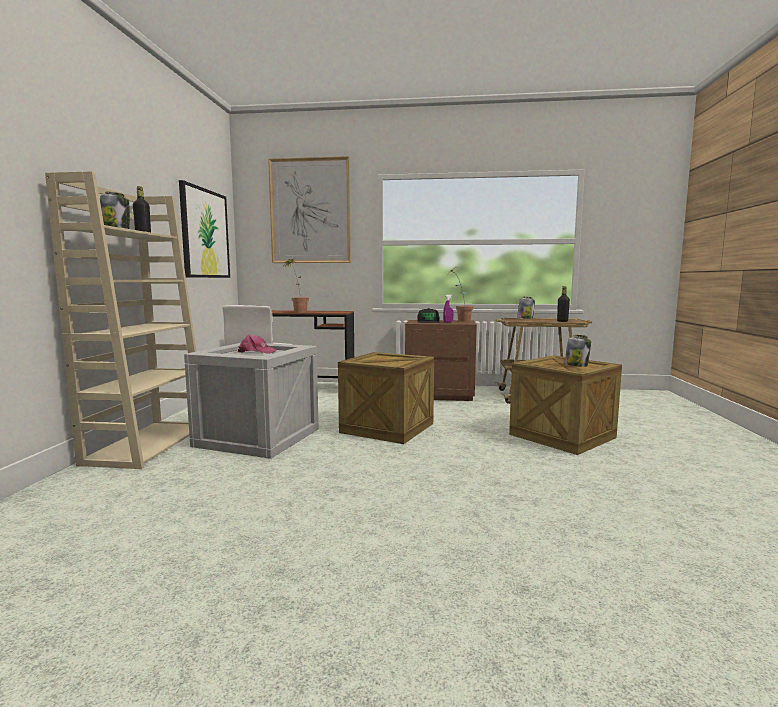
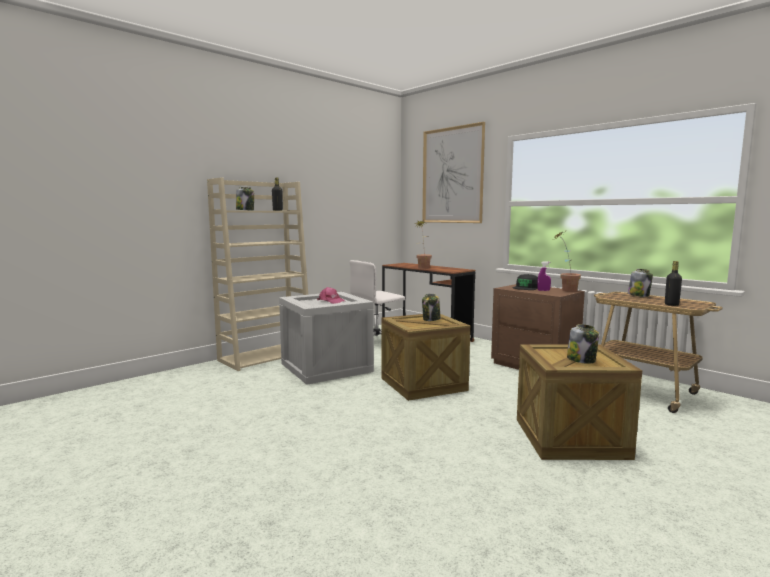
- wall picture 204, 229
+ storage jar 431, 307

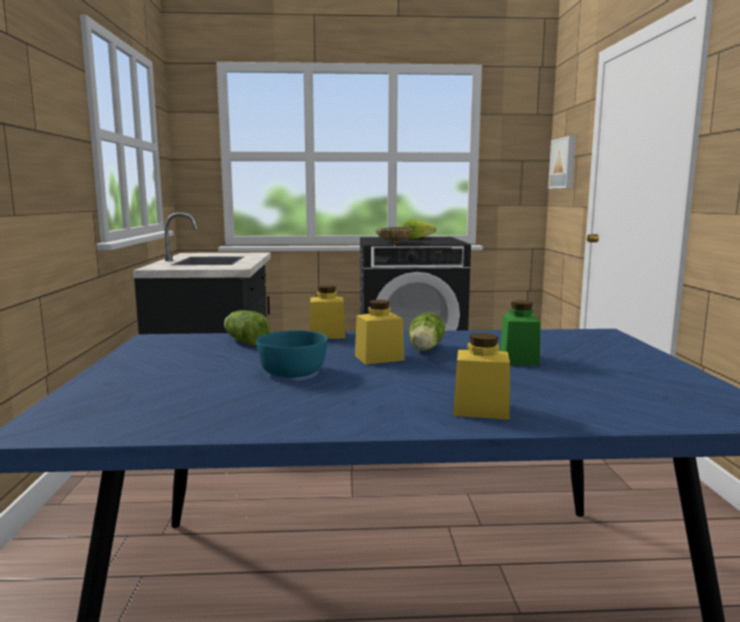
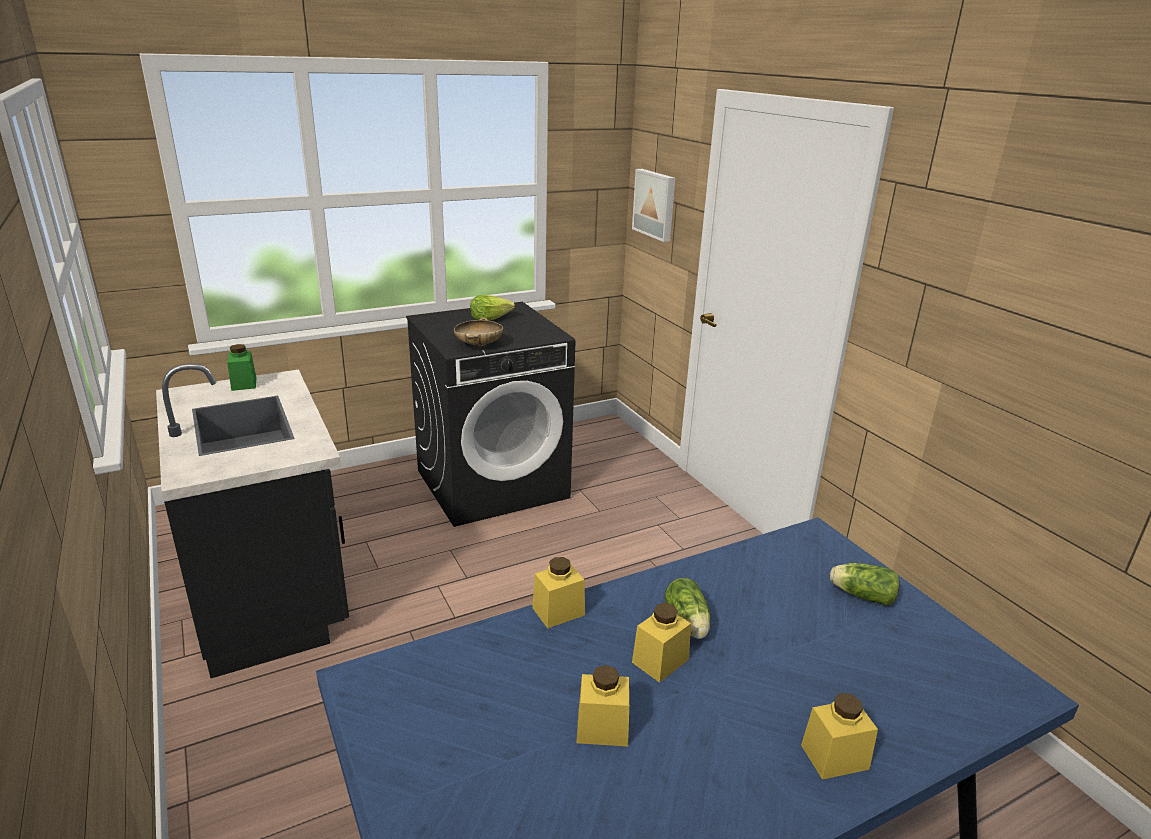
~ lettuce head 247, 328 to 865, 584
~ green-coloured storage jar 520, 333 to 241, 367
~ turquoise-coloured deep dish 292, 354 to yellow-coloured storage jar 603, 706

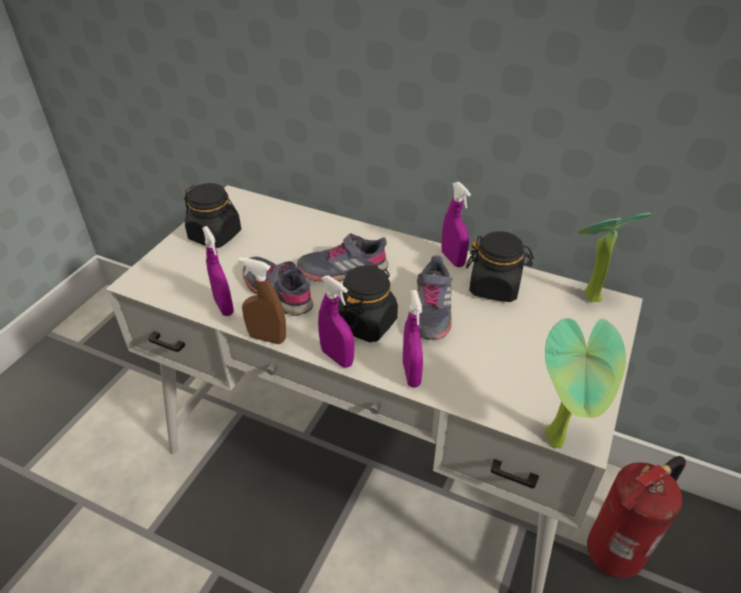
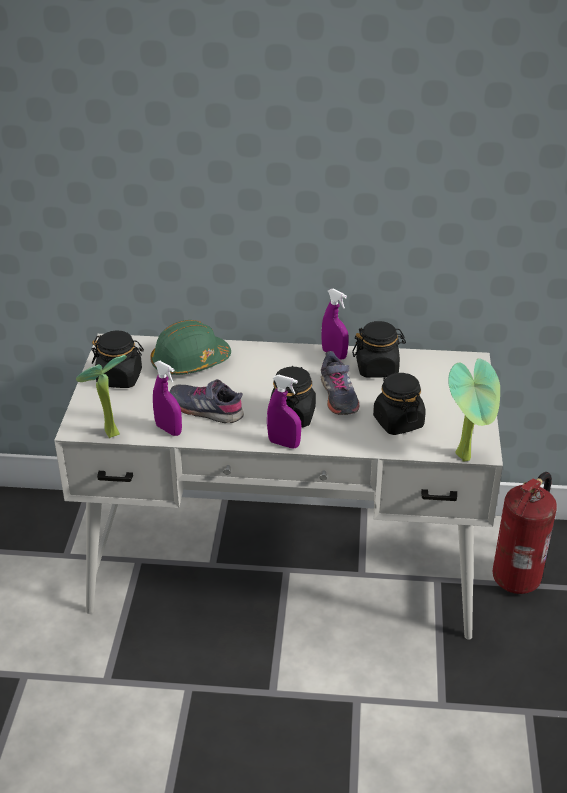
- brown-coloured hand sprayer 262, 300
- gray item of footwear 342, 257
- purple-coloured hand sprayer 413, 339
+ green-coloured hard hat 190, 347
+ black-coloured storage jar 399, 403
~ houseplant 614, 258 to 101, 396

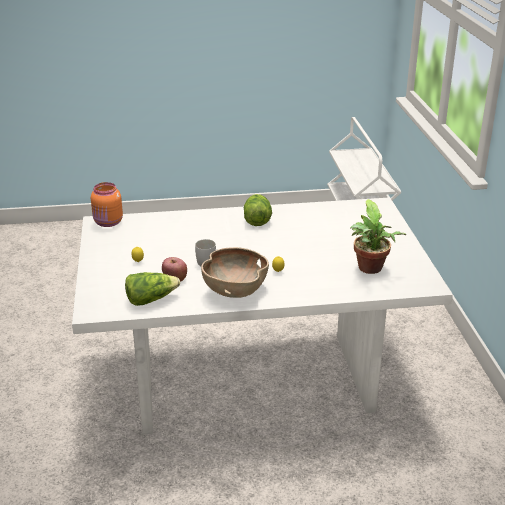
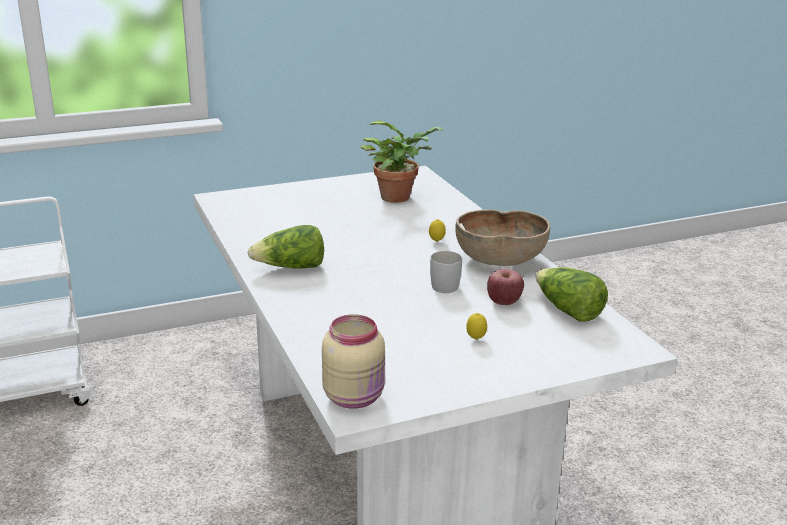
~ orange-coloured storage jar 107, 204 to beige storage jar 353, 361

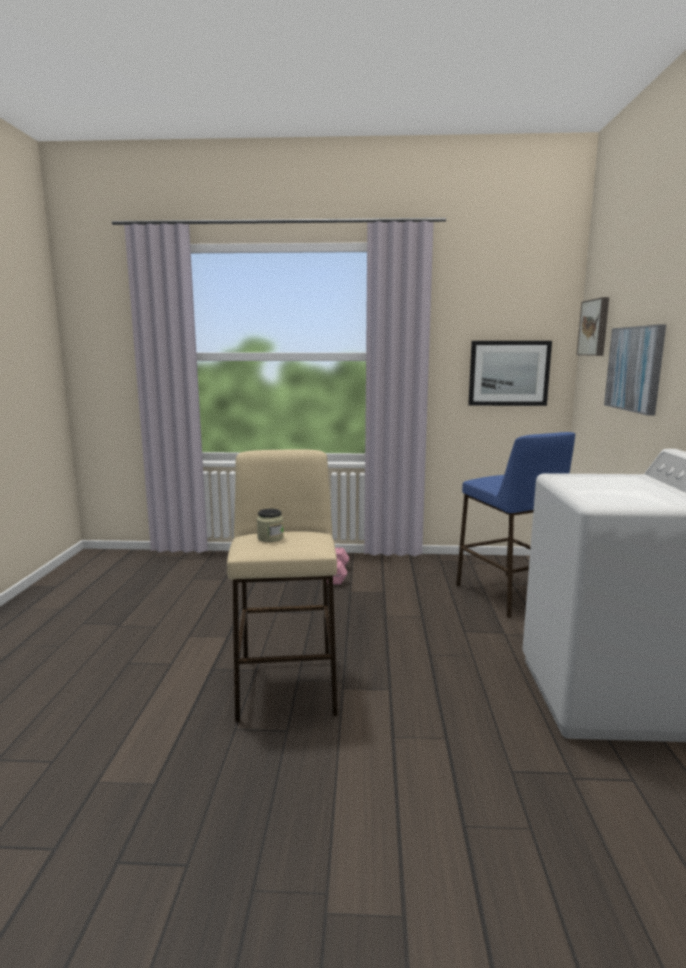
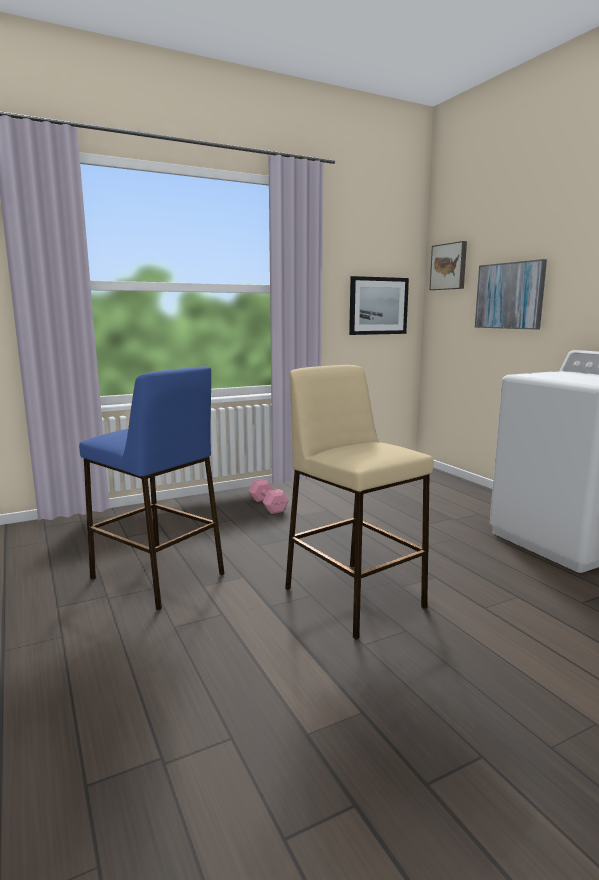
- storage jar 270, 525
~ blue-coloured stool seat 515, 525 to 151, 488

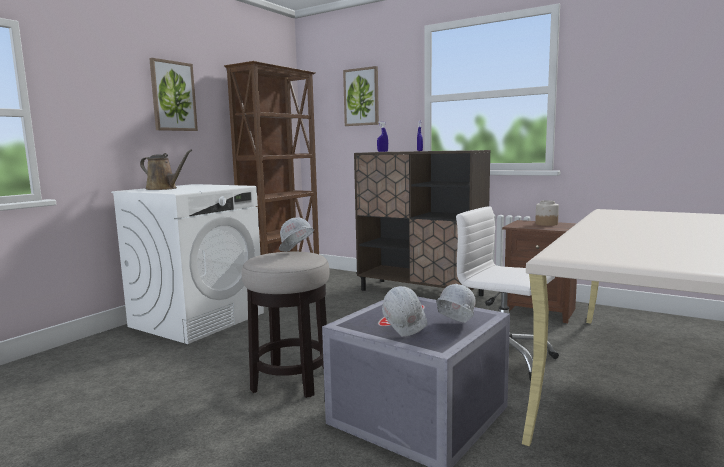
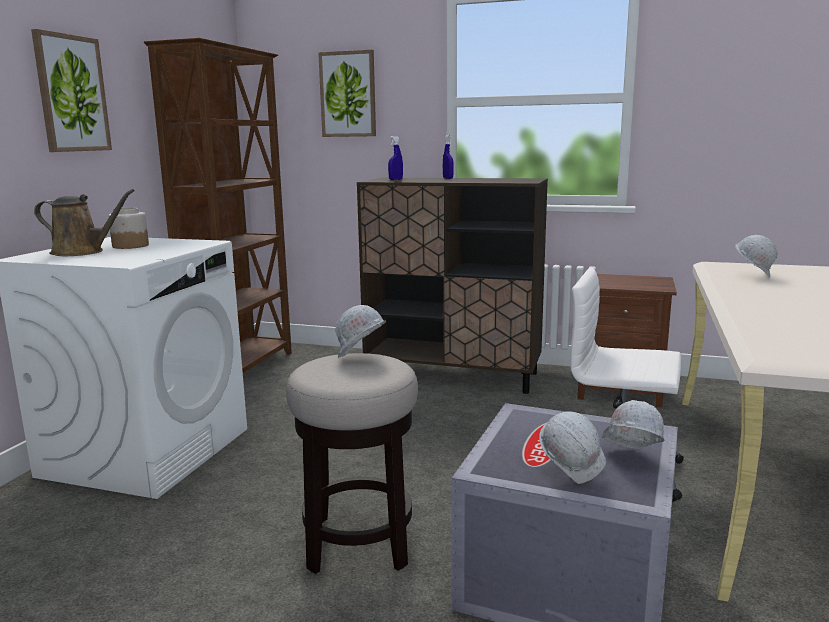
+ white hard hat 756, 256
~ storage jar 547, 213 to 128, 228

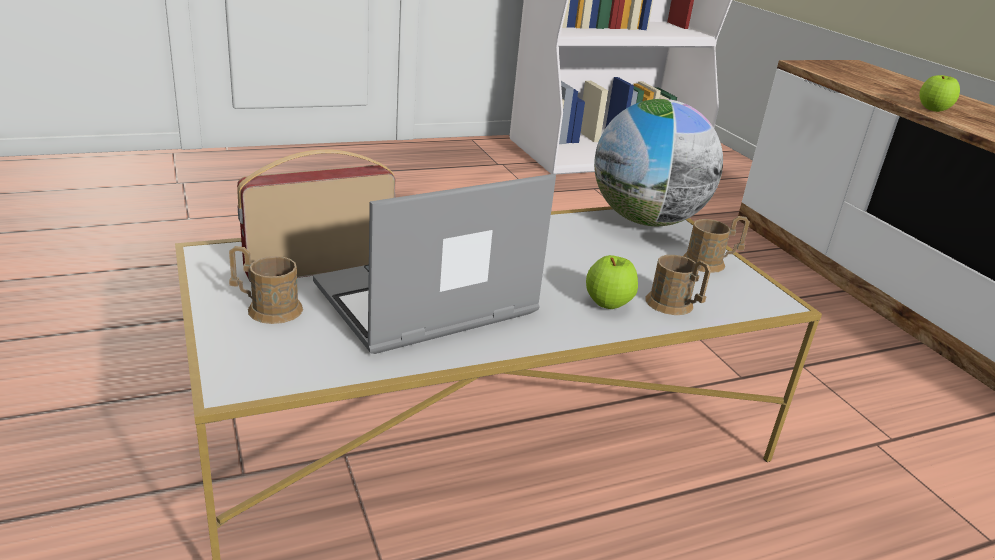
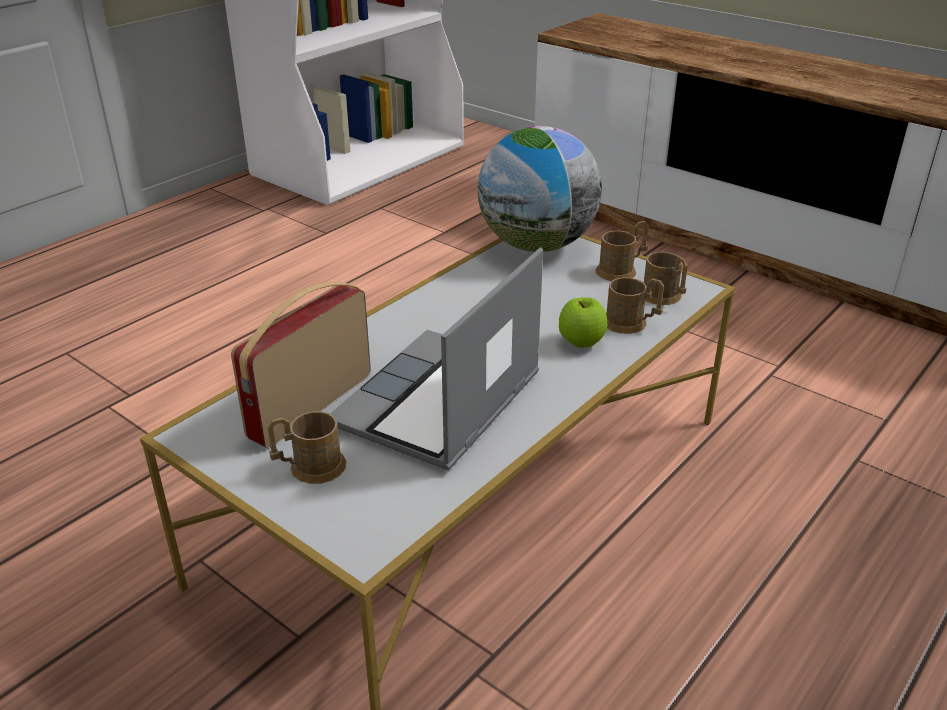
- whole apple 939, 93
+ brown-coloured tea mug 666, 278

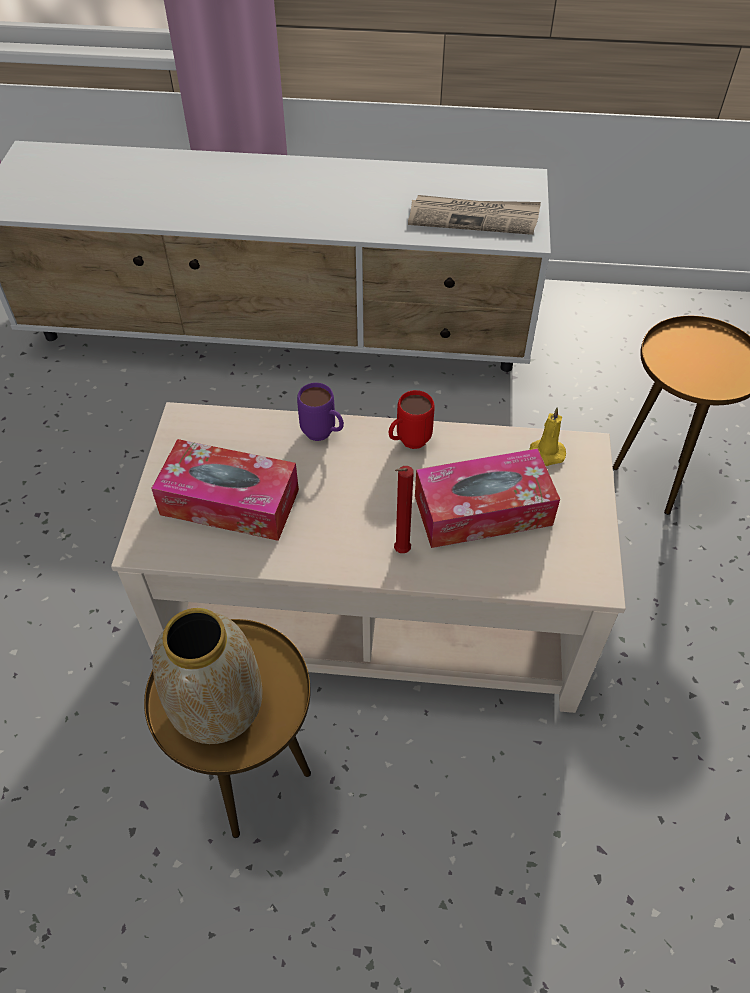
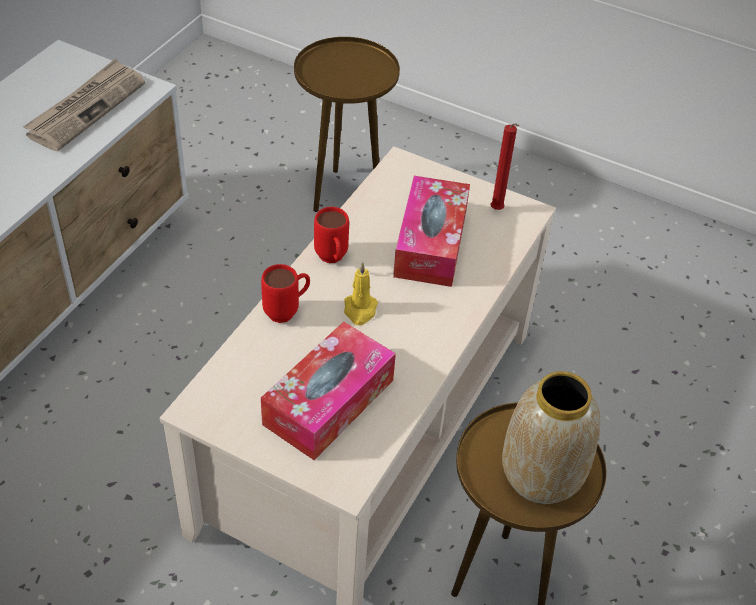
~ red candle 404, 509 to 504, 167
~ yellow-coloured candle 547, 436 to 361, 293
~ purple-coloured tea mug 320, 412 to red tea mug 285, 293

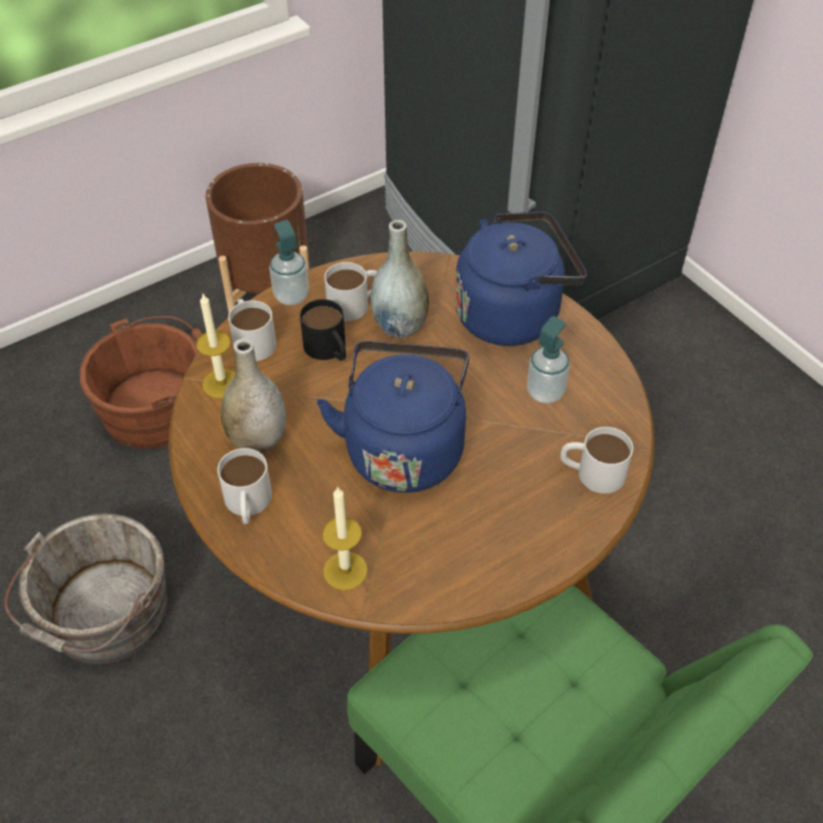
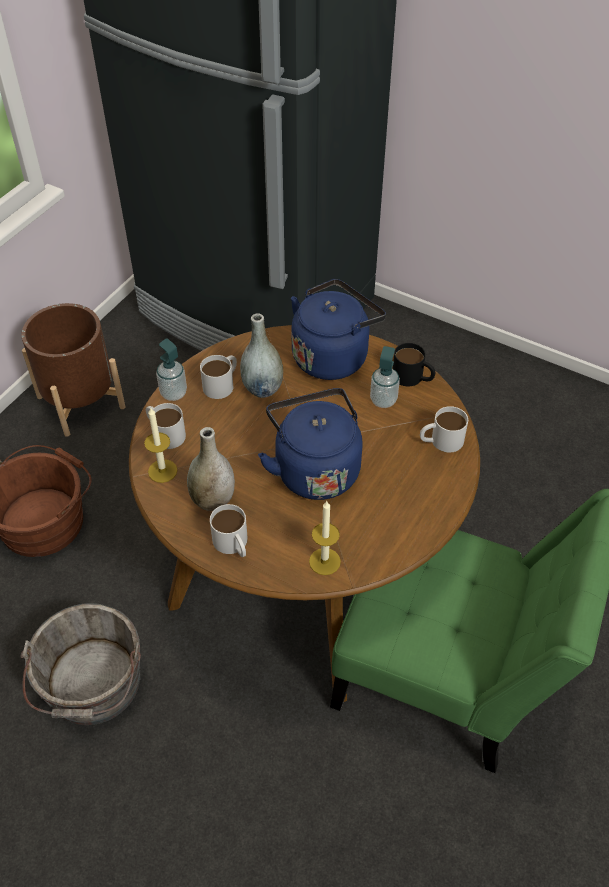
~ black-coloured tea mug 323, 330 to 414, 364

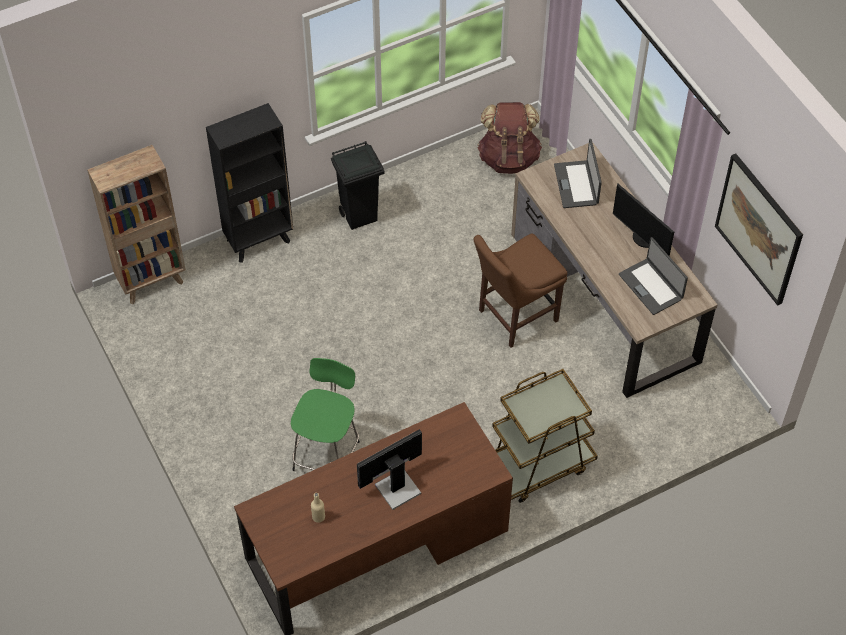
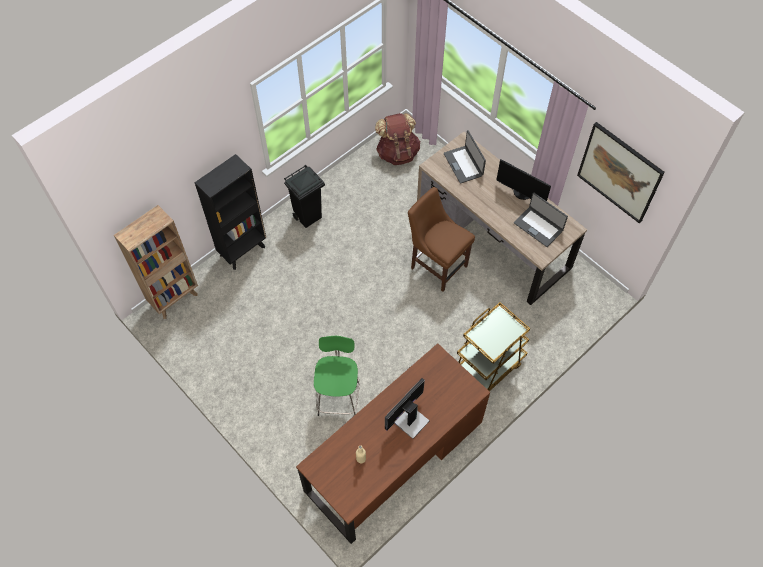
~ brown-coloured upright chair 520, 290 = 441, 239 90 degrees clockwise

